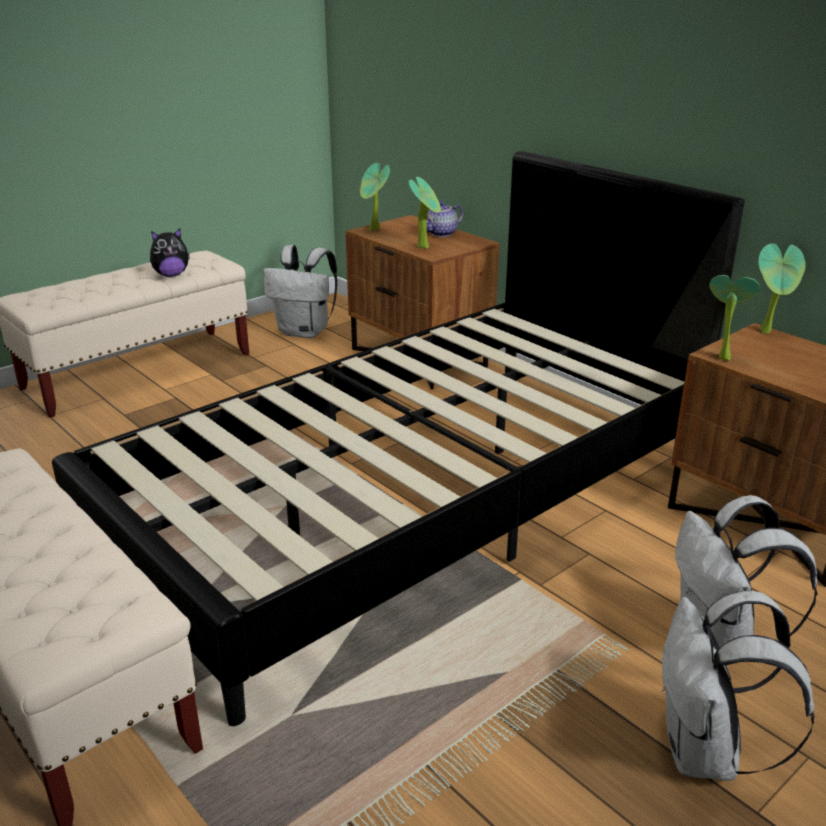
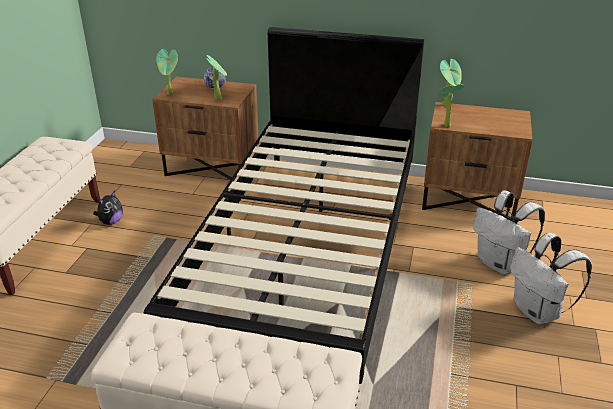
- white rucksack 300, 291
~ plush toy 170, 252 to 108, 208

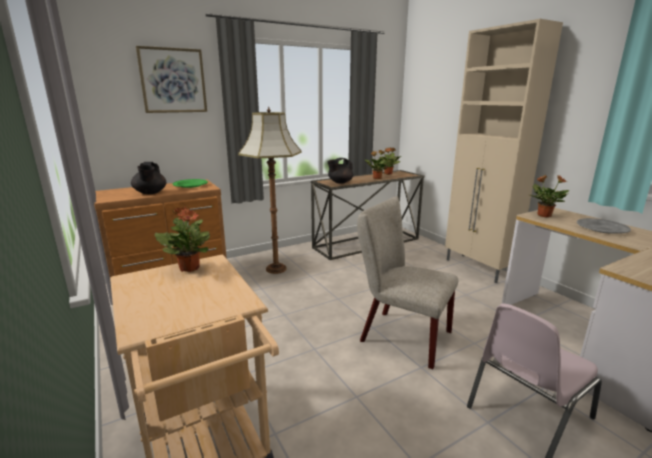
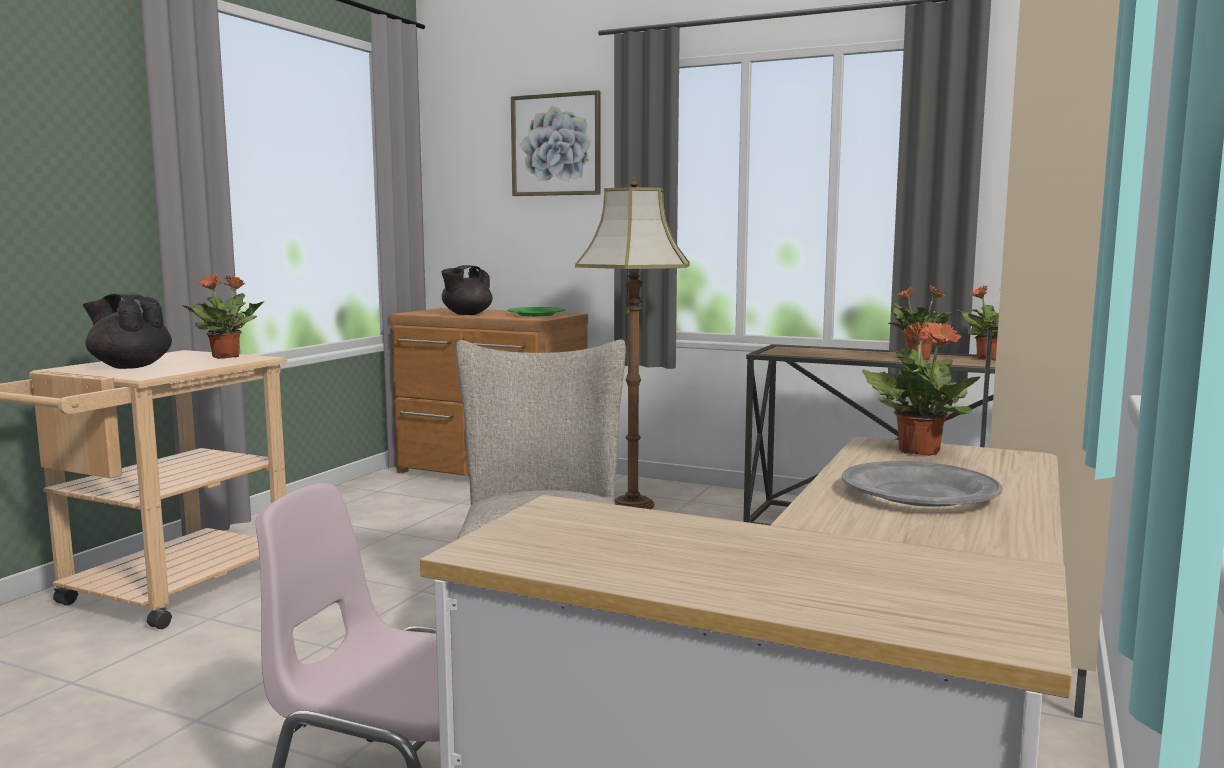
~ black-coloured pot for tea 340, 171 to 127, 330

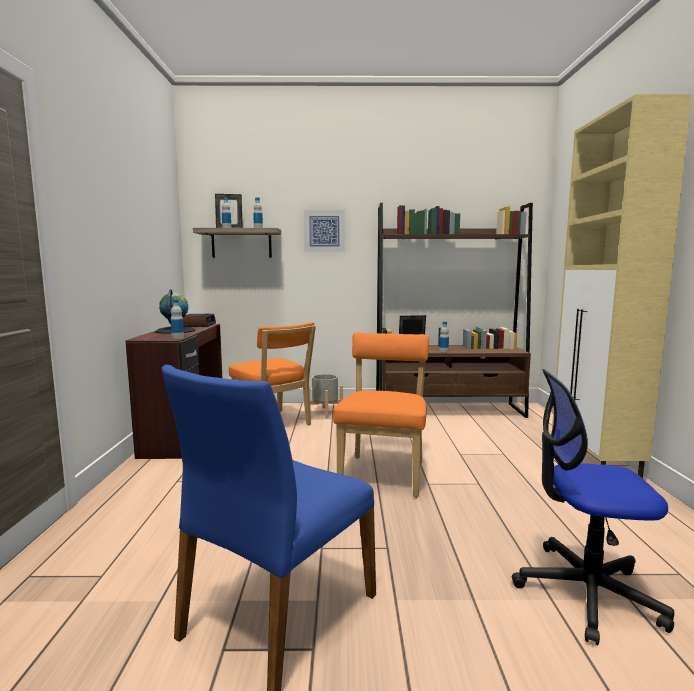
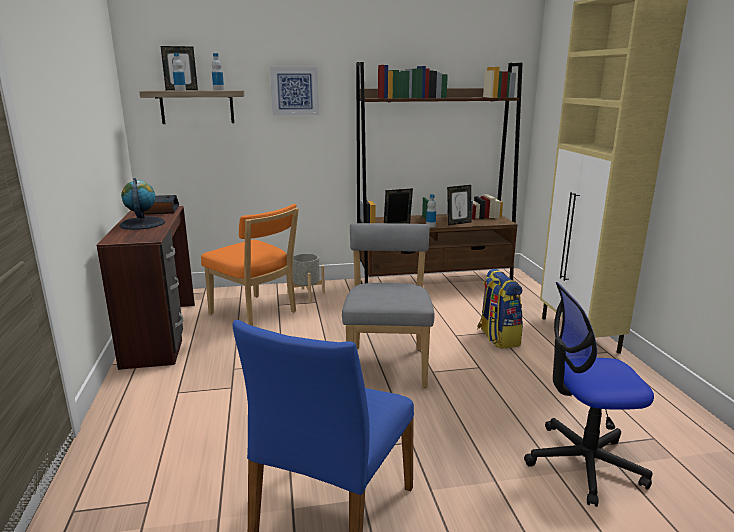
- beverage bottle 177, 319
+ photo frame 459, 205
+ rucksack 500, 309
~ orange-coloured upright chair 381, 415 to gray upright chair 388, 305

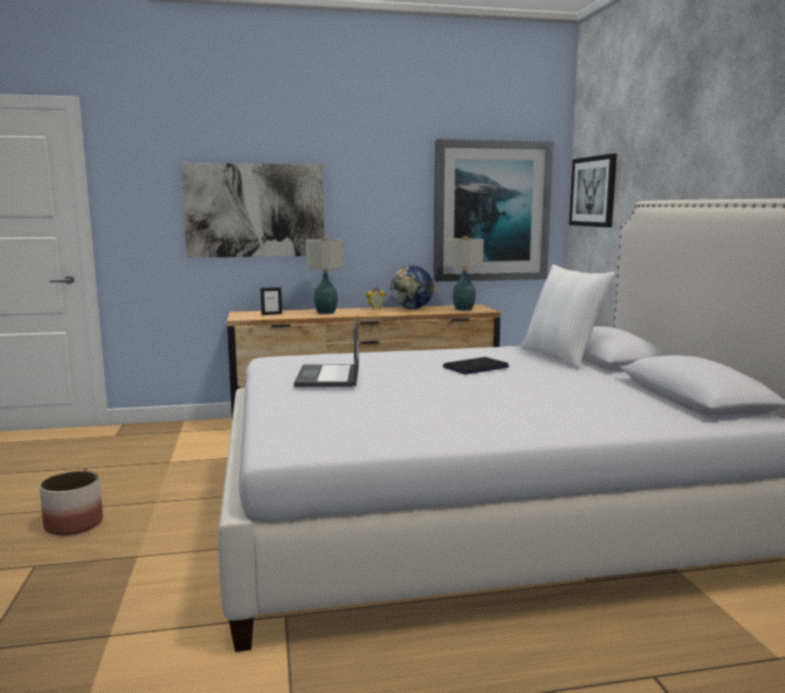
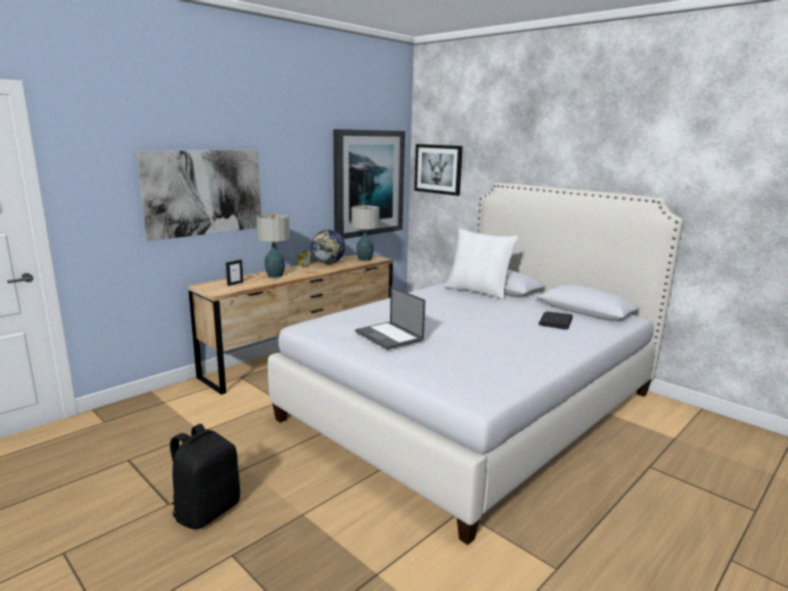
~ portable computer 476, 365 to 555, 320
~ plant pot 71, 503 to black-coloured rucksack 205, 476

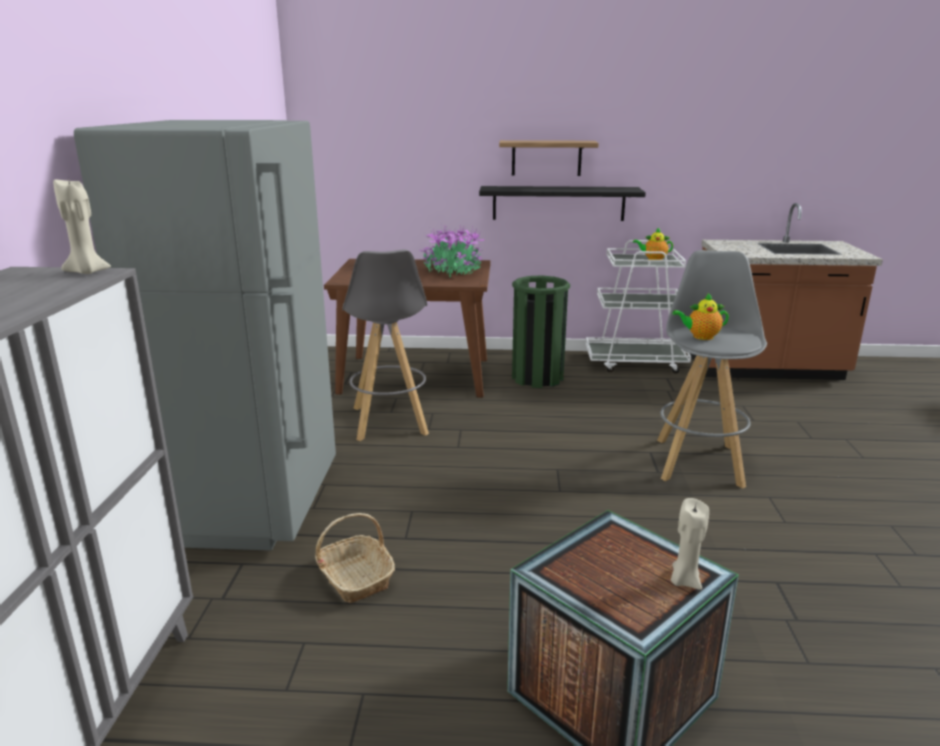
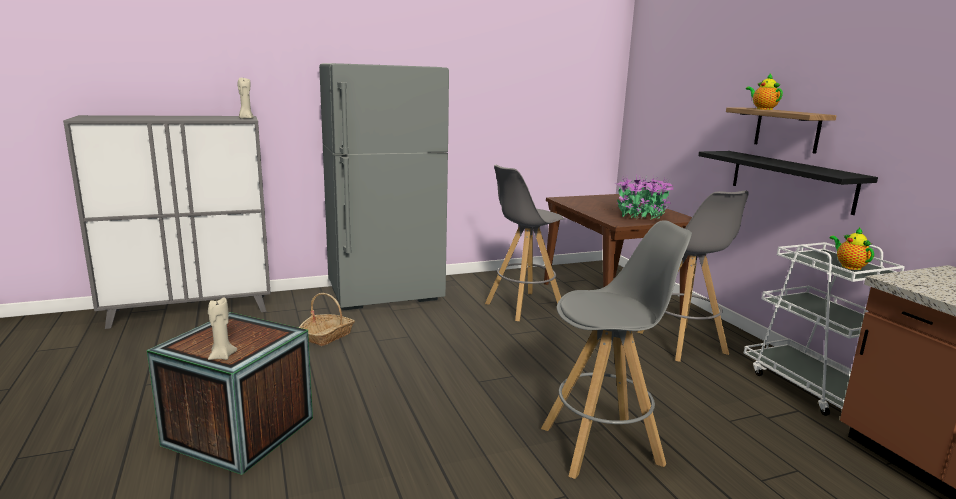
~ pot for tea 701, 316 to 764, 92
~ green-coloured trash can 541, 331 to gray stool seat 693, 276

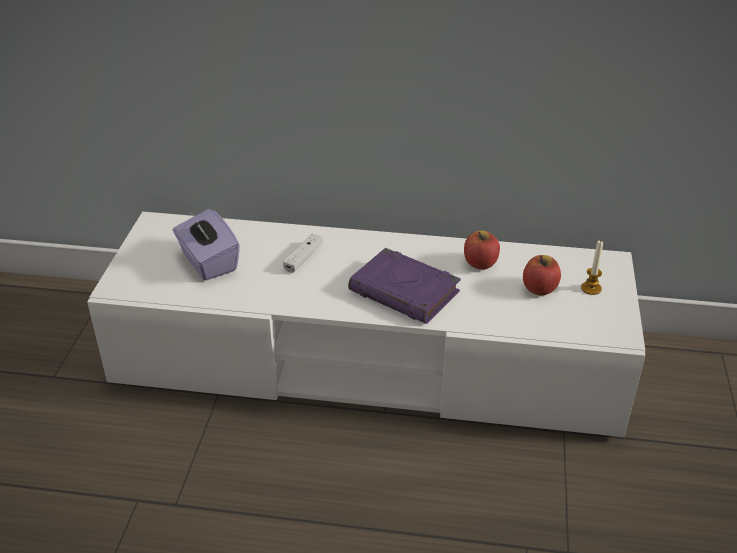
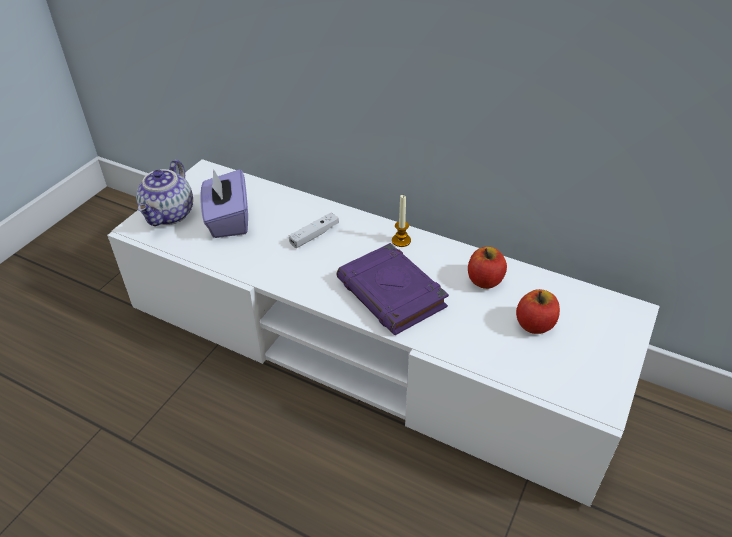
+ pot for tea 164, 192
~ candle 592, 267 to 401, 221

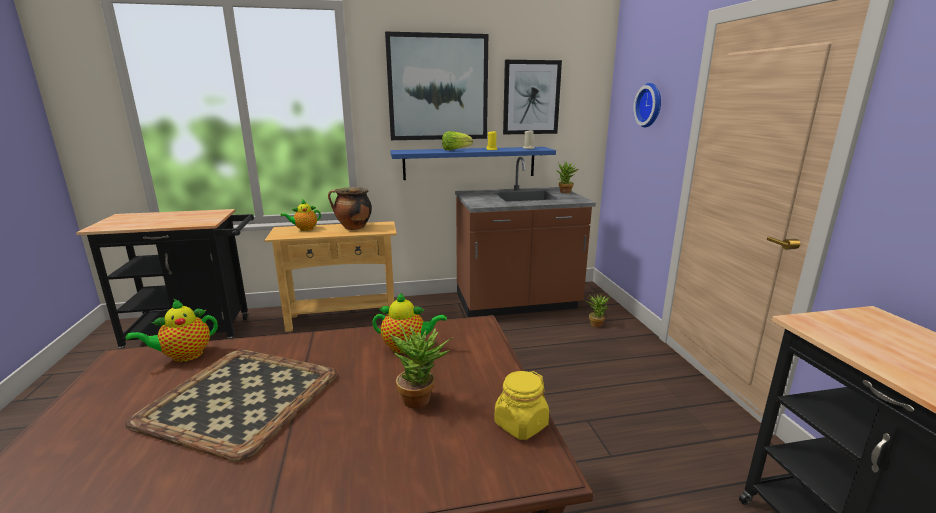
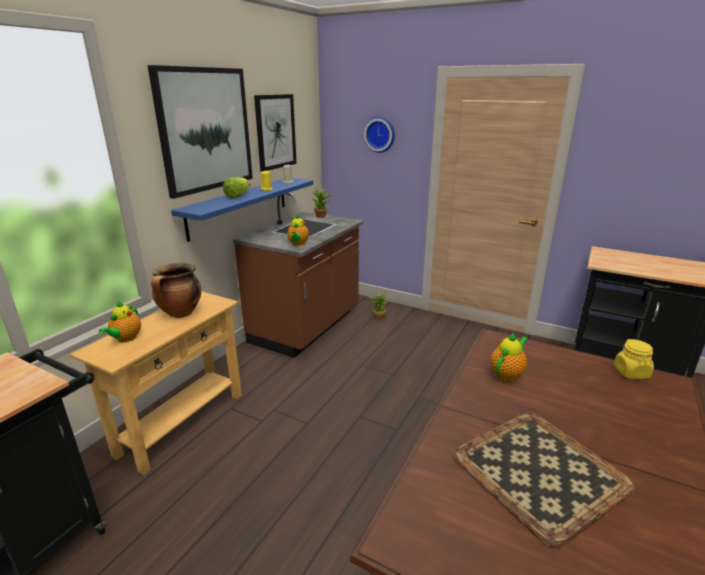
- houseplant 421, 366
~ pot for tea 172, 330 to 298, 230

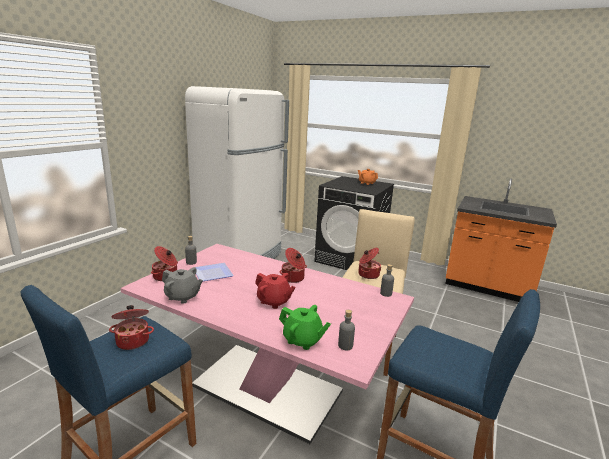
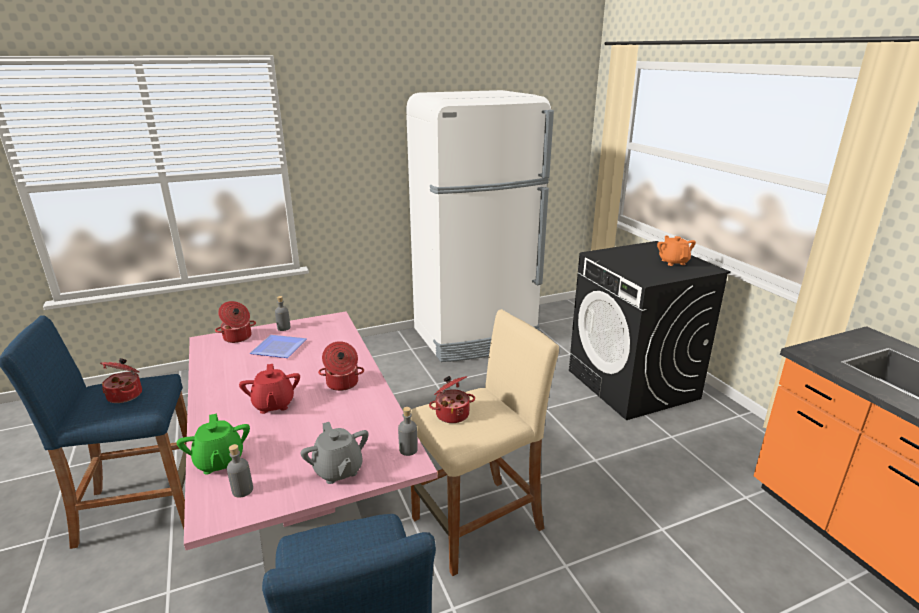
~ gray pot for tea 182, 285 to 335, 453

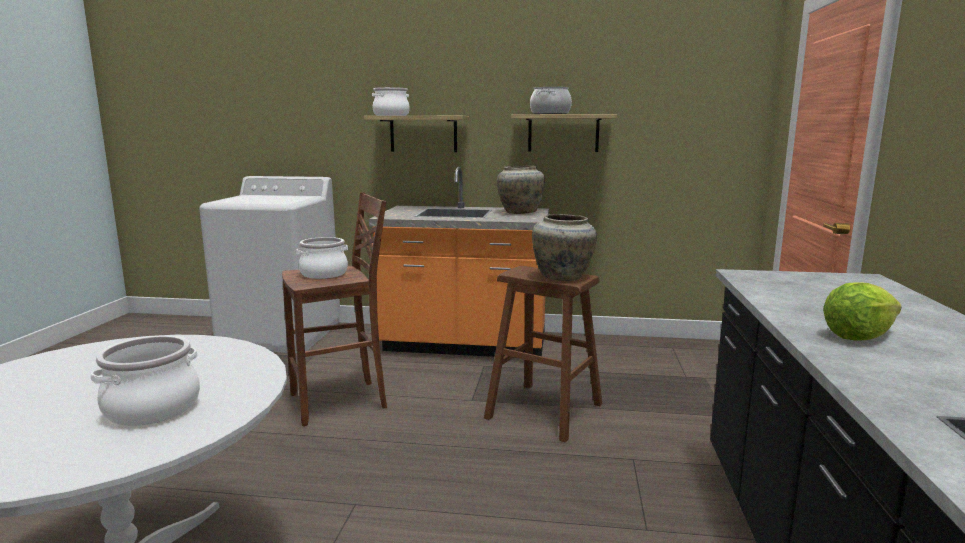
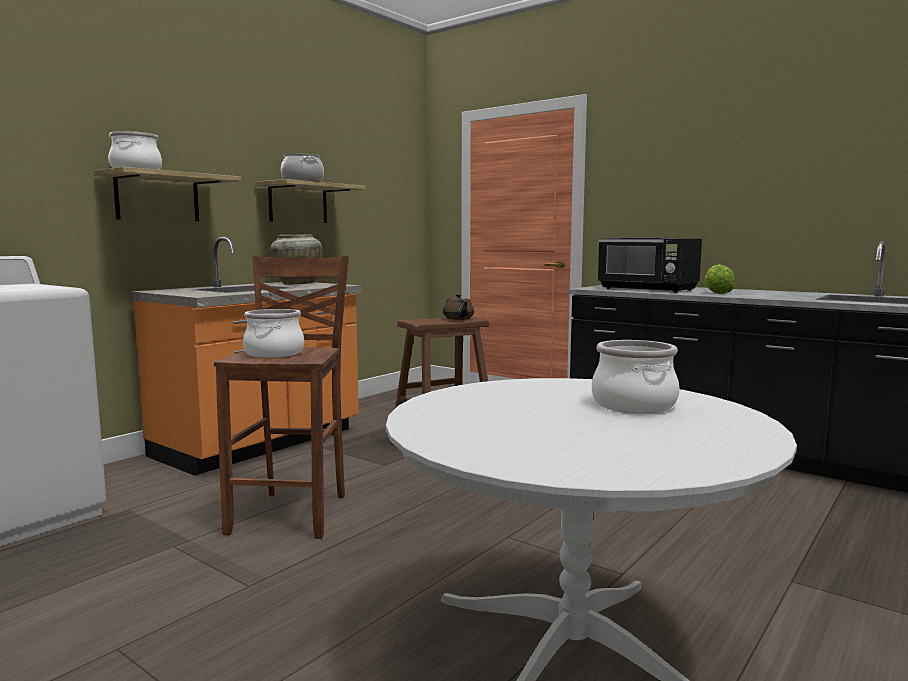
+ black-coloured microwave oven 650, 265
~ beige vase 564, 247 to brown-coloured pot for tea 458, 307

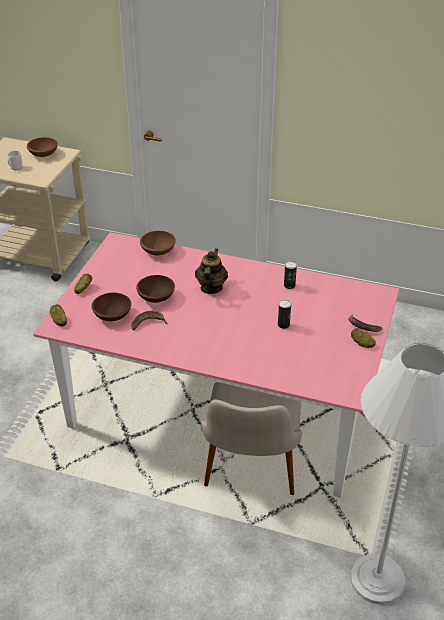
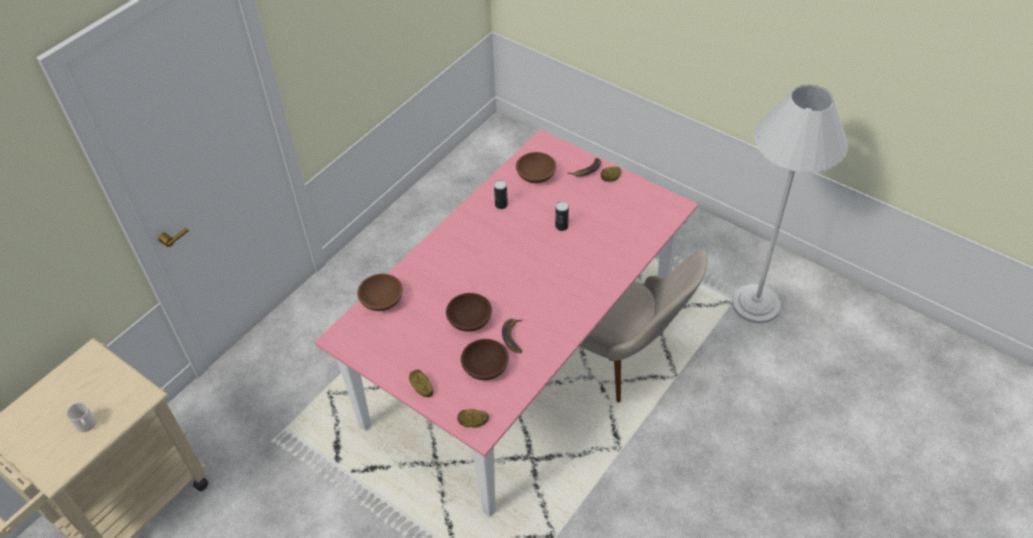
- pot for tea 211, 271
~ brown-coloured deep dish 42, 147 to 536, 167

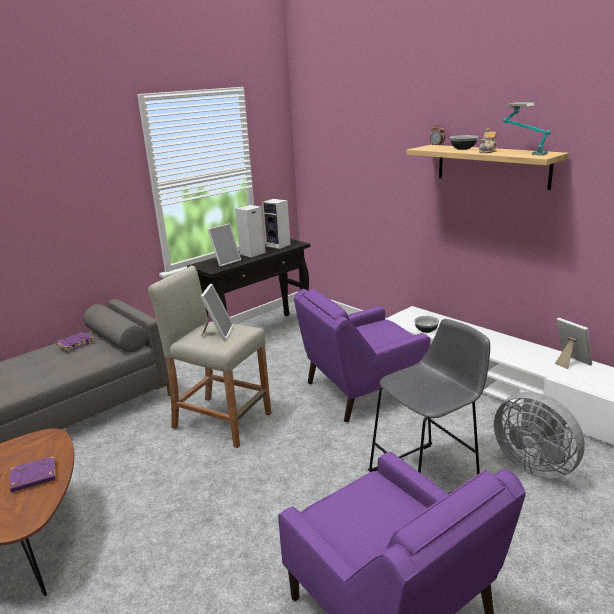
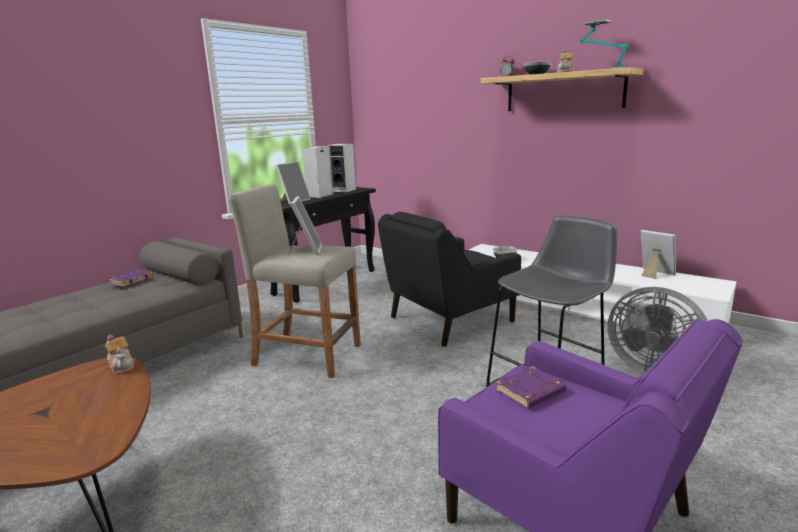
+ pot for tea 119, 354
~ purple-coloured bound book 33, 474 to 531, 387
~ purple-coloured easy chair 362, 355 to black-coloured easy chair 449, 279

